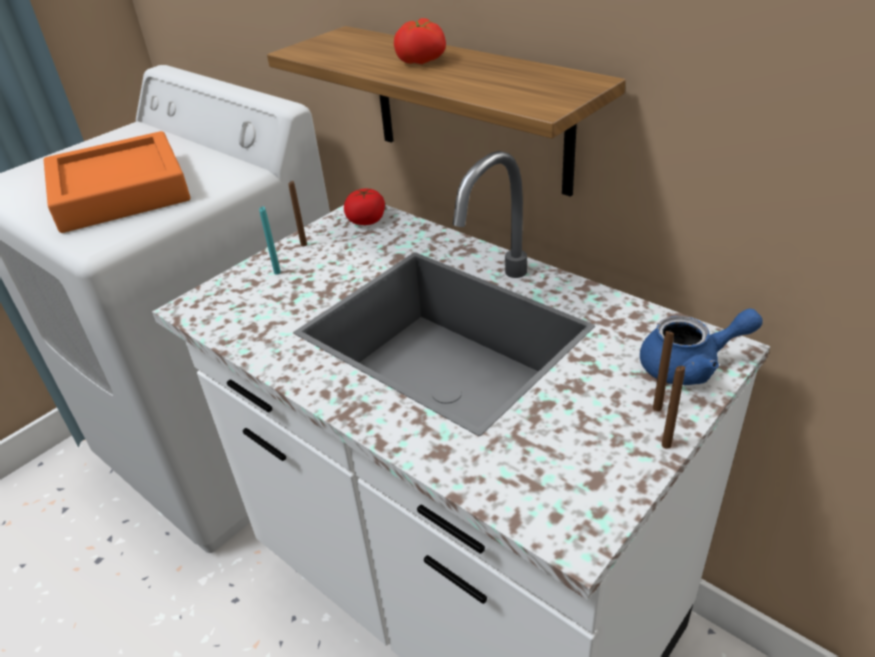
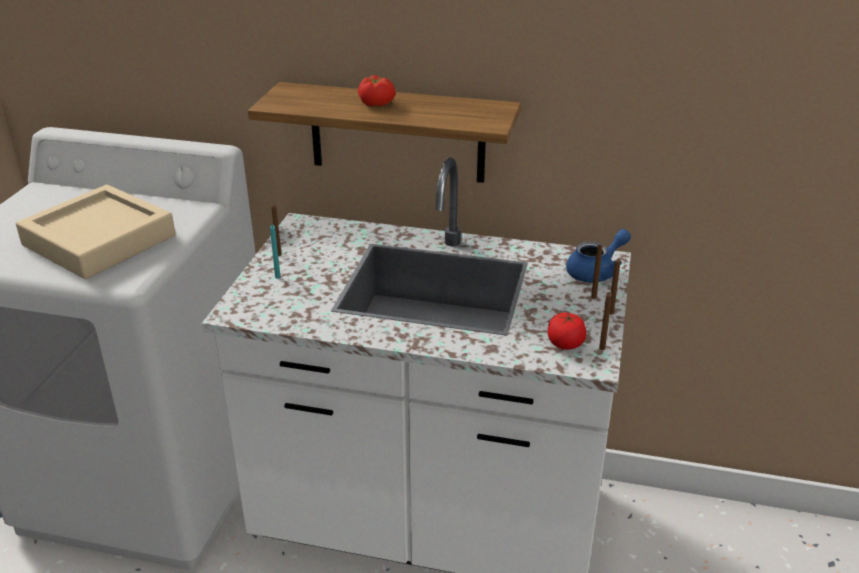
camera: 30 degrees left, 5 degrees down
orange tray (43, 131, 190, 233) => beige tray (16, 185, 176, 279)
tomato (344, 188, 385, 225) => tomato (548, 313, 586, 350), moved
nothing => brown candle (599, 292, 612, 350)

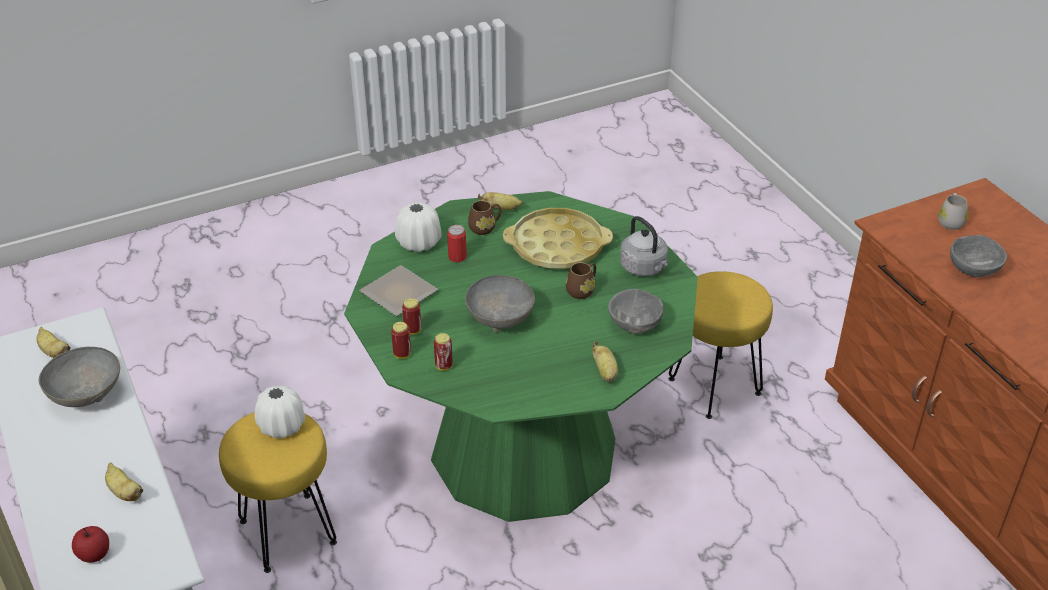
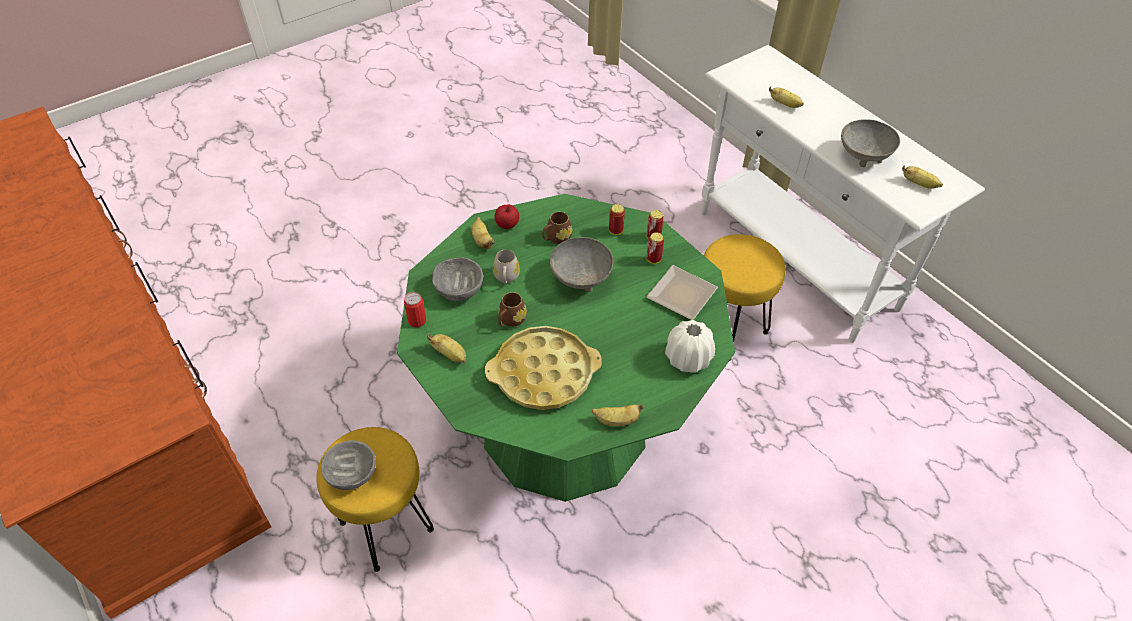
camera: 170 degrees right, 10 degrees up
white mug (938, 193, 968, 230) => white mug (493, 249, 520, 284), moved
brown mug (468, 201, 501, 235) => brown mug (542, 212, 572, 244), moved
grey kettle (620, 216, 669, 277) => banana (427, 333, 466, 363)
can (447, 225, 467, 262) => can (404, 292, 426, 327), moved
grey bowl (950, 235, 1007, 277) => grey bowl (321, 440, 376, 490), moved
white vase (255, 385, 305, 438) => nothing
apple (72, 526, 109, 563) => apple (495, 205, 519, 229), moved

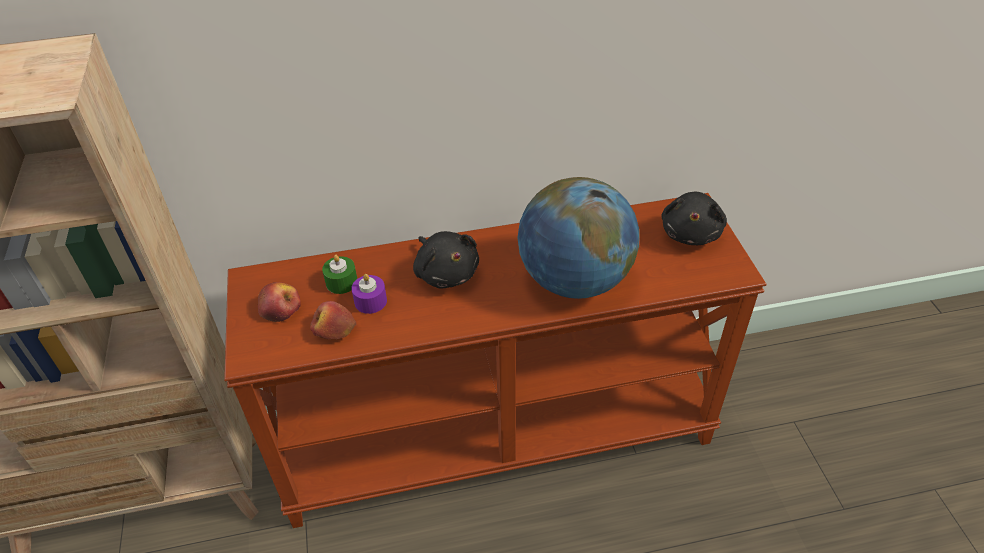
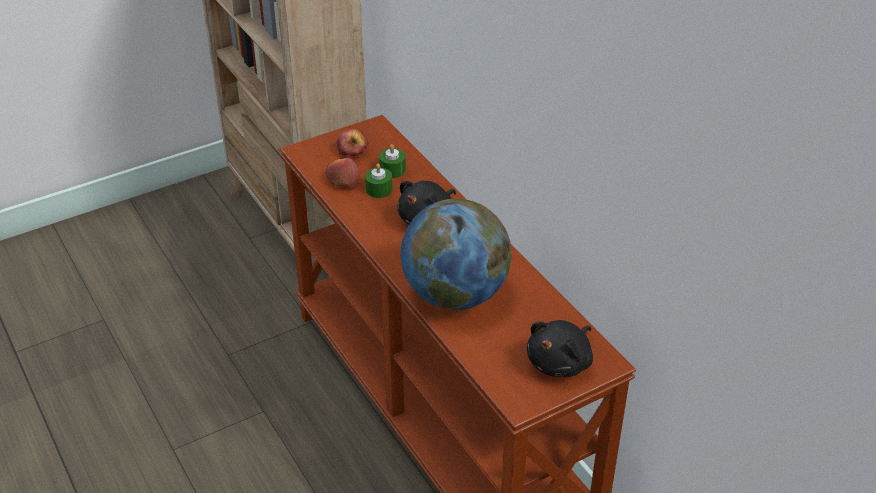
camera: 70 degrees right, 5 degrees down
black plush toy (662, 192, 727, 245) => black plush toy (527, 320, 593, 377), 45 degrees counterclockwise
purple candle (351, 274, 387, 314) => green candle (365, 164, 392, 198)

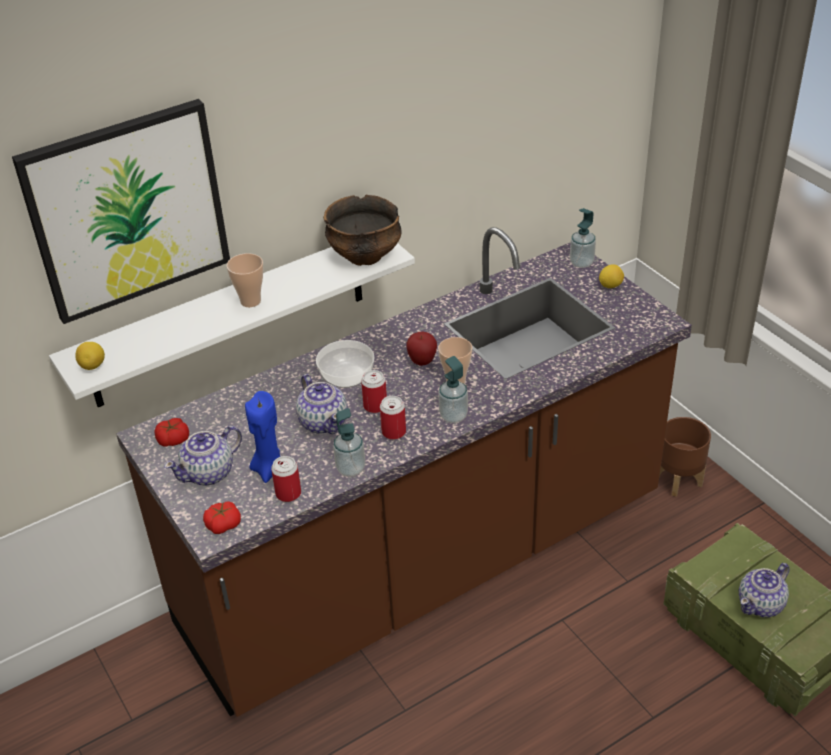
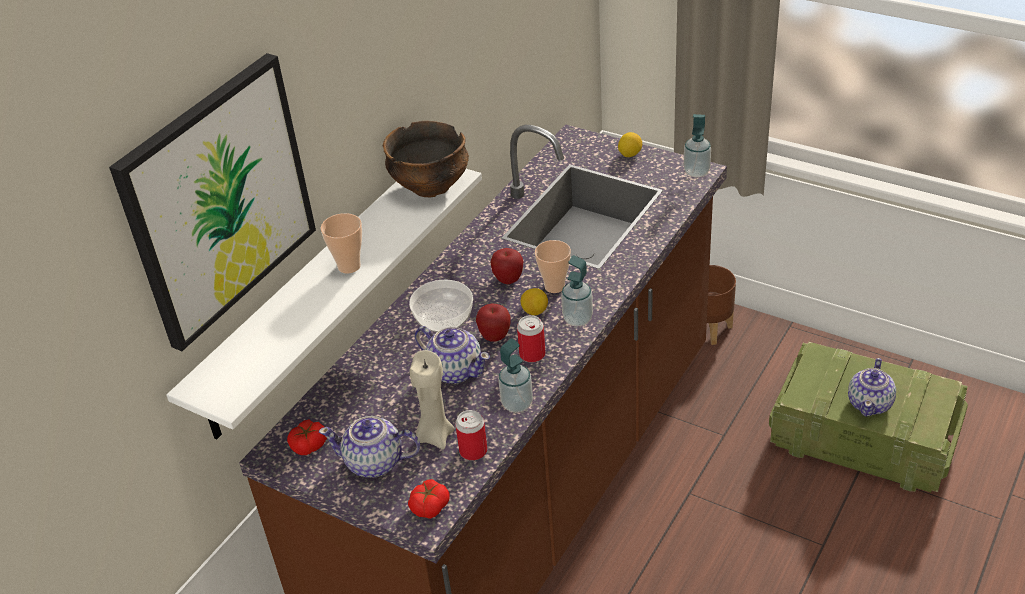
camera: 25 degrees left, 0 degrees up
soap dispenser (570, 208, 596, 268) => soap dispenser (684, 114, 711, 177), moved
lemon (75, 342, 105, 370) => lemon (521, 288, 548, 315), moved
can (361, 370, 387, 413) => apple (476, 303, 511, 342)
blue candle (245, 391, 280, 483) => beige candle (410, 350, 454, 450)
teapot (164, 426, 242, 486) => teapot (319, 416, 420, 478), 75 degrees clockwise

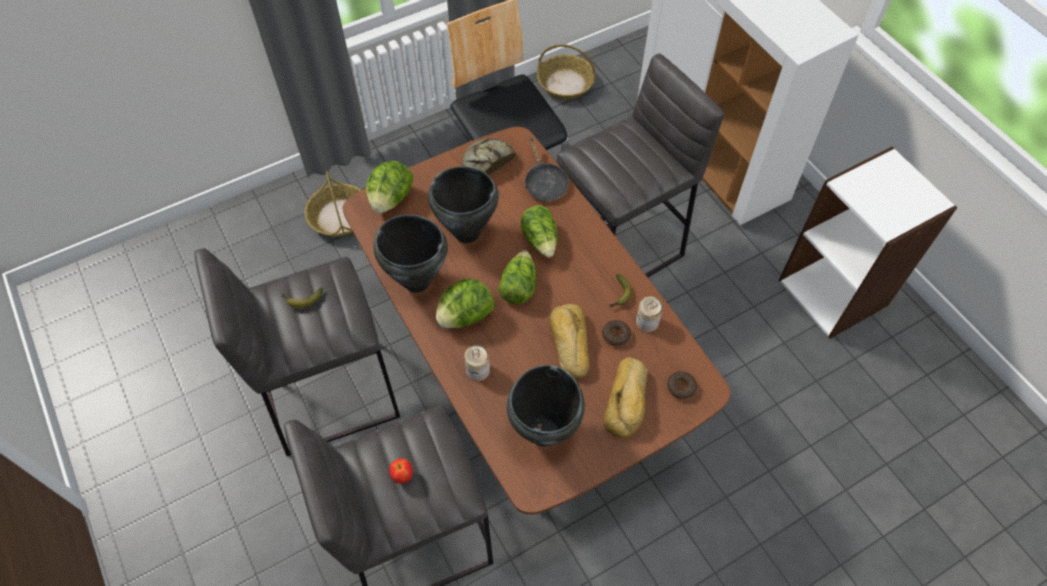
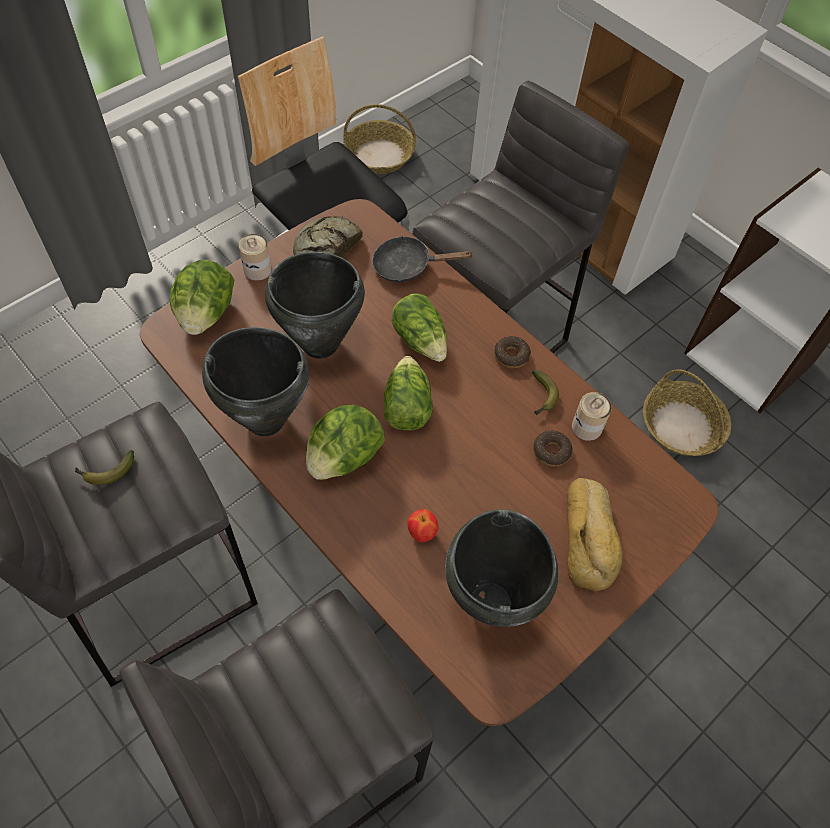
camera: 15 degrees left, 0 degrees up
black frying pan (525, 137, 568, 201) => black frying pan (372, 236, 474, 282), 120 degrees clockwise
basket (304, 171, 361, 237) => basket (643, 369, 731, 456), moved
bread (549, 304, 590, 378) => nothing
can (464, 345, 490, 381) => can (239, 234, 272, 281), moved
donut (667, 371, 697, 400) => donut (494, 336, 531, 368), moved
apple (389, 458, 413, 484) => apple (407, 509, 439, 542), moved

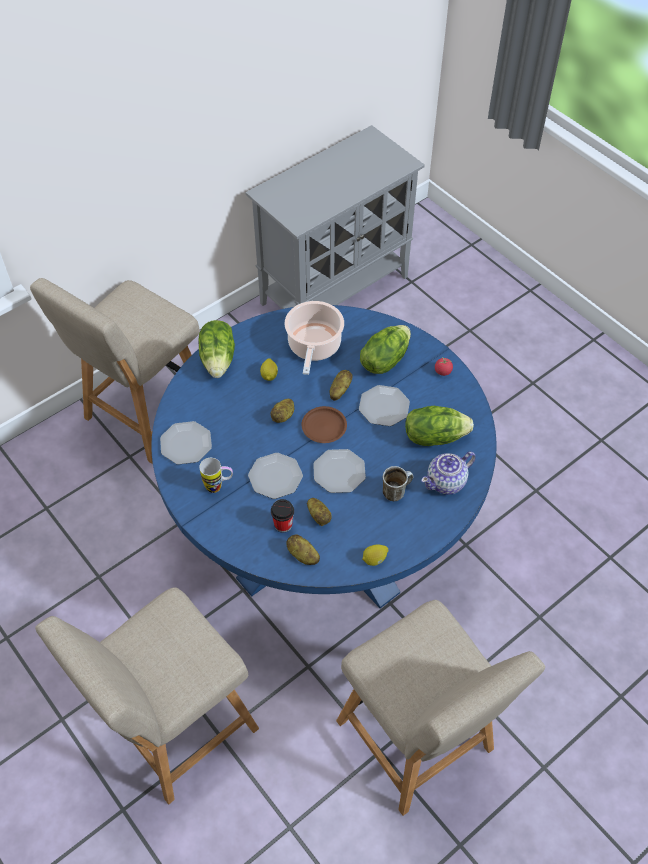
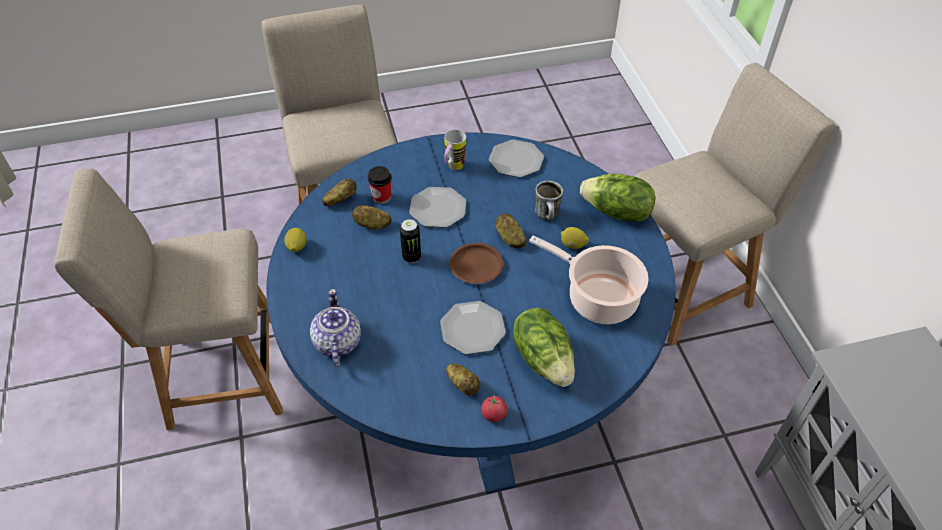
camera: 115 degrees right, 5 degrees down
beige chair (30, 278, 200, 464) => beige chair (635, 63, 836, 346), 90 degrees clockwise
potato (329, 370, 353, 401) => potato (446, 363, 480, 397), moved
lettuce (405, 406, 474, 446) => nothing
plate (313, 449, 366, 493) => can (400, 219, 421, 263)
mug (383, 466, 413, 501) => mug (535, 181, 563, 220), moved

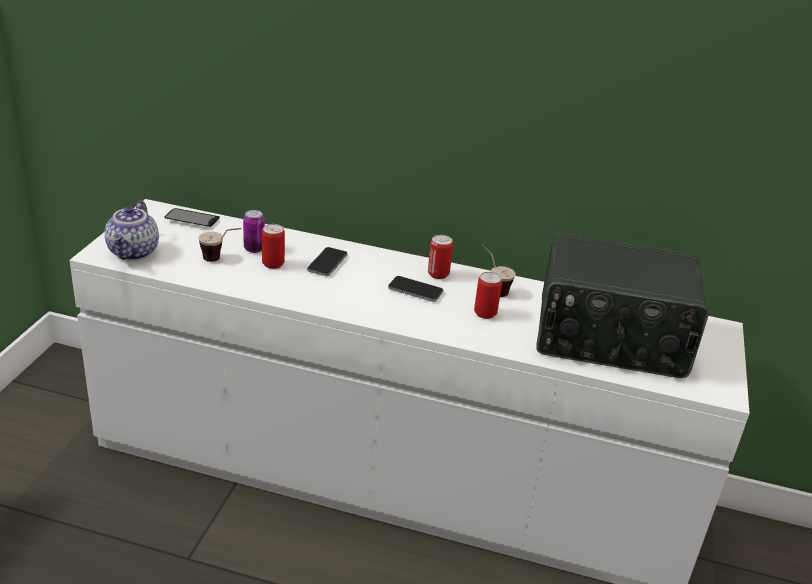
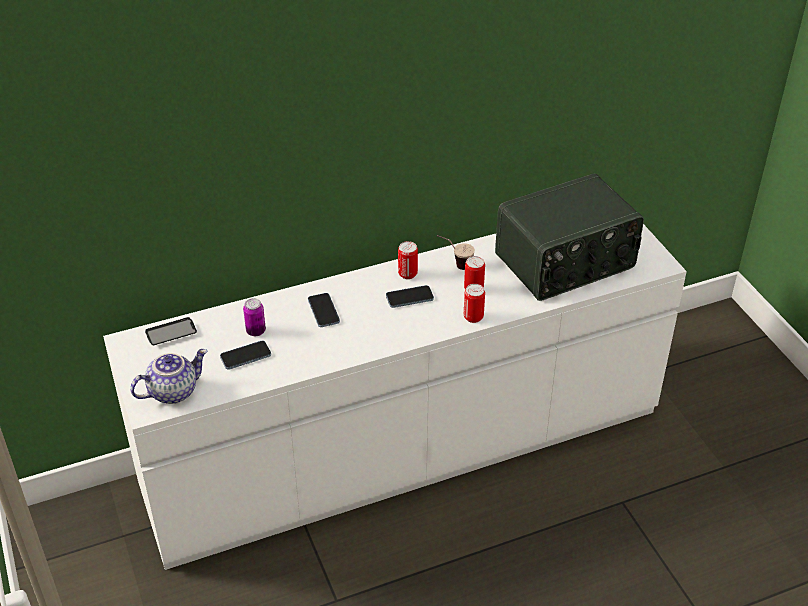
camera: 35 degrees left, 10 degrees up
teapot (105, 201, 159, 261) => teapot (130, 349, 207, 404), 90 degrees counterclockwise
can (262, 224, 285, 269) => can (464, 284, 485, 323), moved
cup (198, 228, 241, 262) => phone (220, 341, 271, 370)

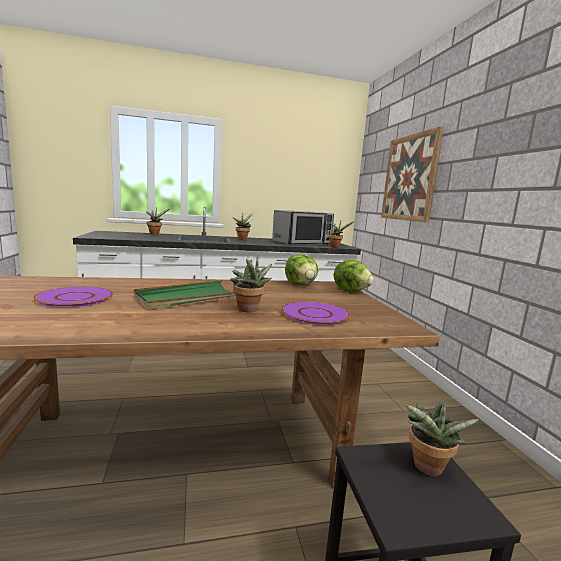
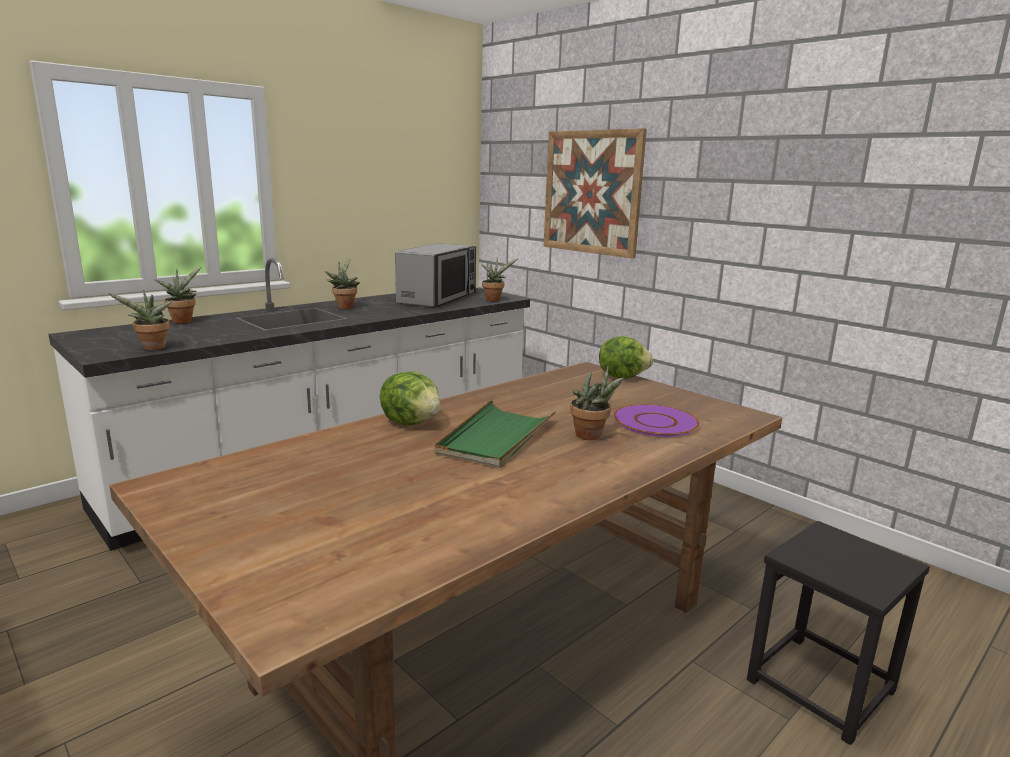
camera: 30 degrees left, 5 degrees up
lettuce (285, 254, 318, 285) => lettuce (380, 372, 441, 426), moved
purple plate (33, 286, 113, 307) => nothing
potted plant (405, 400, 479, 476) => potted plant (109, 290, 173, 350), moved

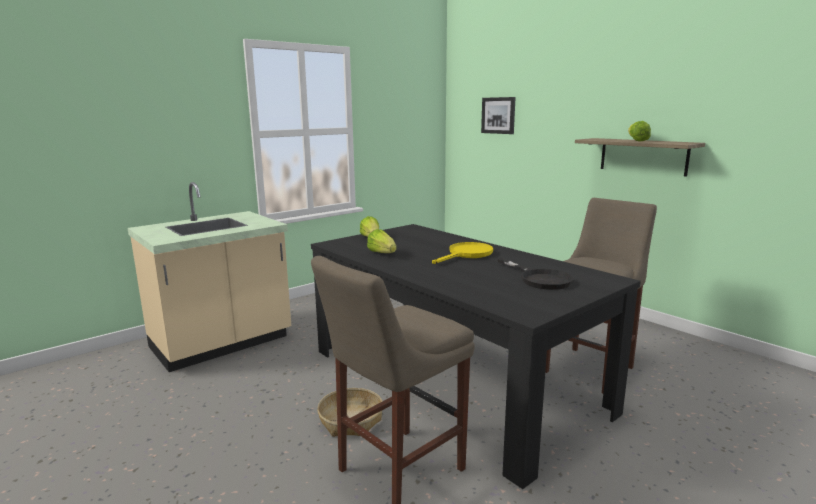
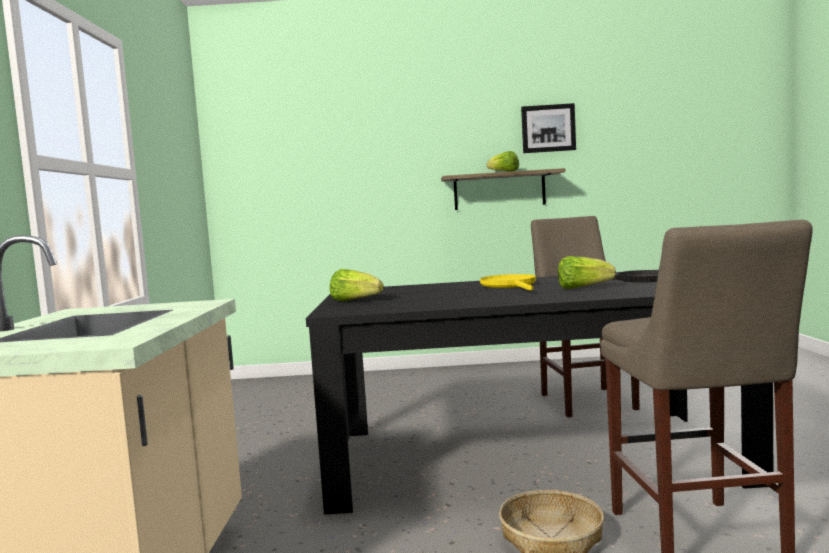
camera: 50 degrees left, 10 degrees down
picture (481, 97, 516, 134) => picture (521, 103, 576, 153), moved
lettuce (367, 229, 397, 253) => lettuce (558, 256, 616, 289), moved

